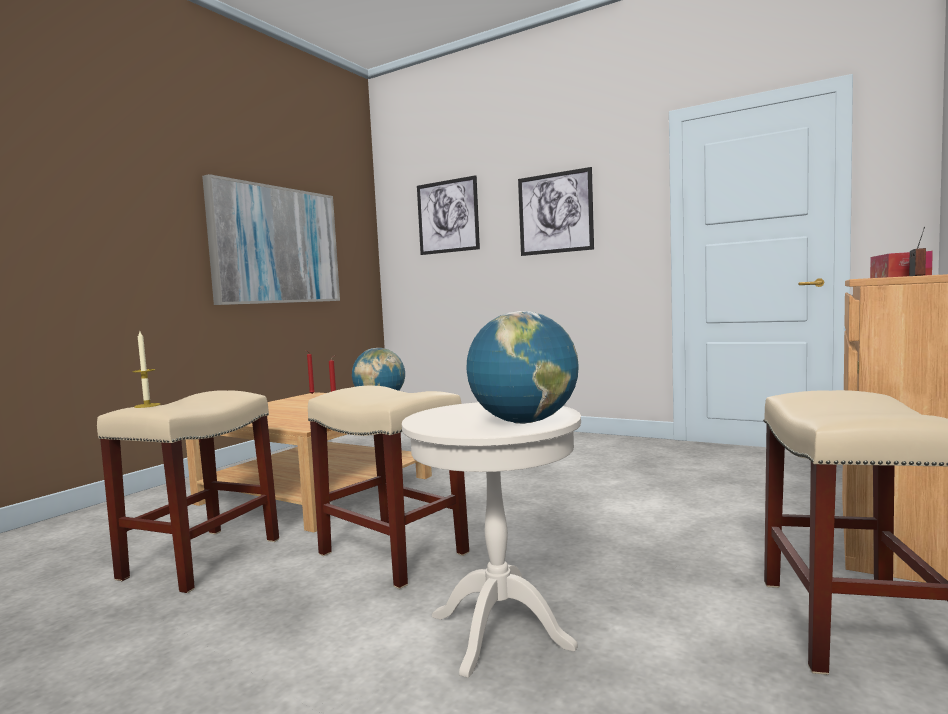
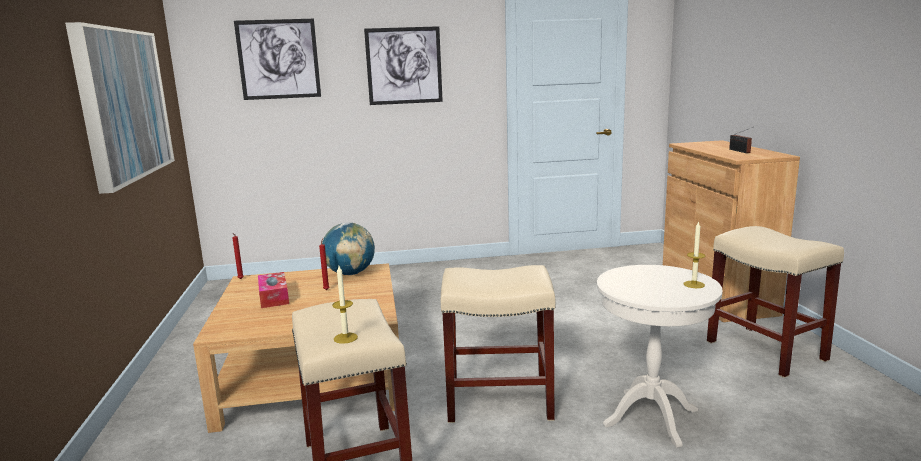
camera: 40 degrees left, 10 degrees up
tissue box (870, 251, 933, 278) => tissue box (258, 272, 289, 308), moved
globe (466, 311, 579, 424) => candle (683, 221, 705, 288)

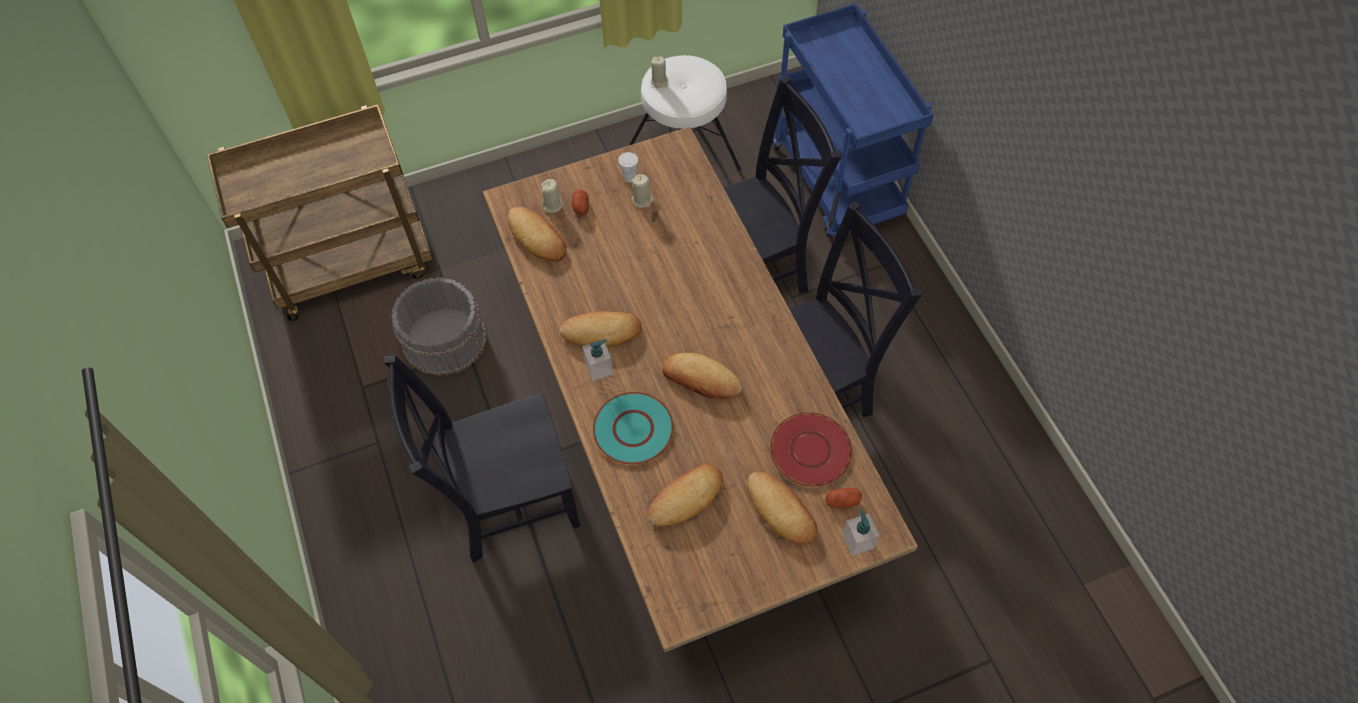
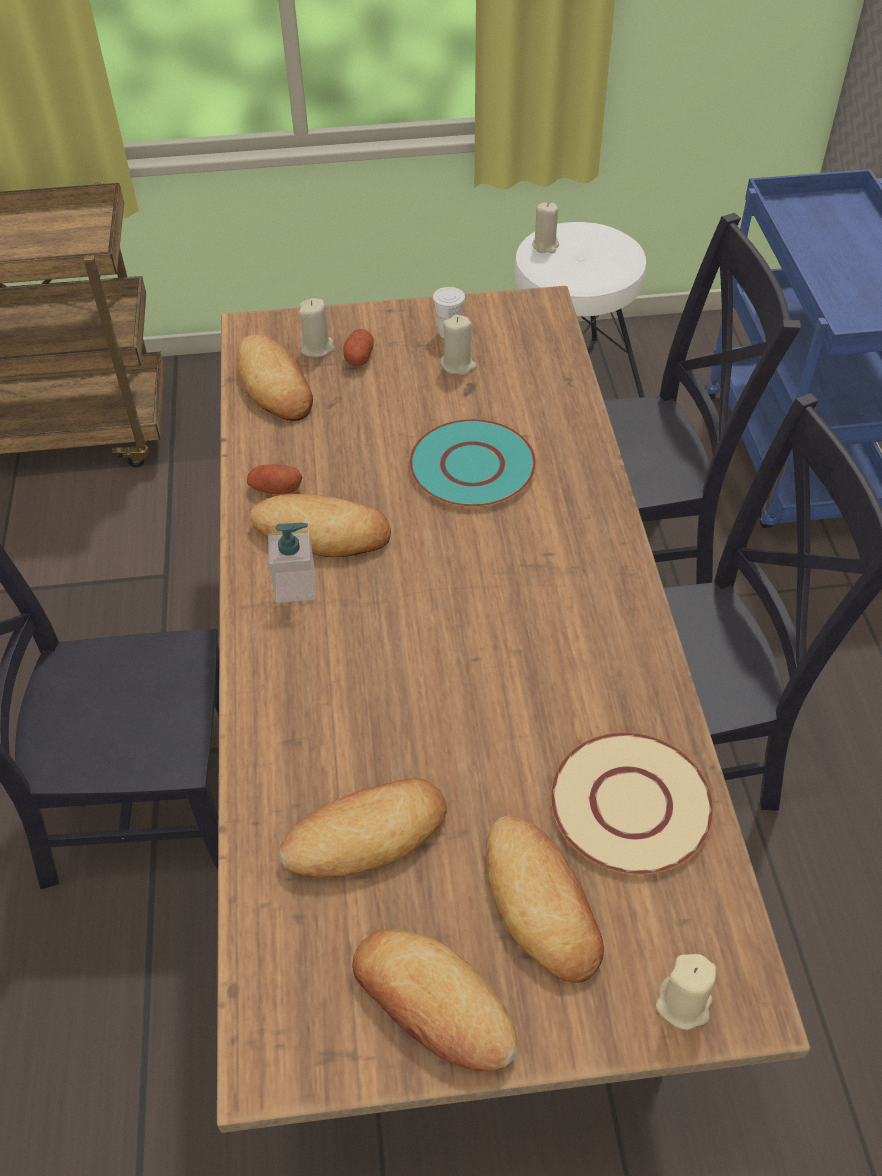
camera: 15 degrees right, 10 degrees down
grey bucket (391, 277, 487, 376) => nothing
bread (662, 353, 742, 398) => bread (352, 929, 517, 1071), moved
turquoise plate (593, 392, 674, 465) => turquoise plate (409, 419, 536, 507), moved
red plate (770, 412, 852, 487) => beige plate (550, 732, 714, 875)
potato (825, 488, 862, 508) => potato (247, 464, 302, 494), moved
soap dispenser (842, 509, 880, 556) => beige candle (656, 954, 716, 1030)

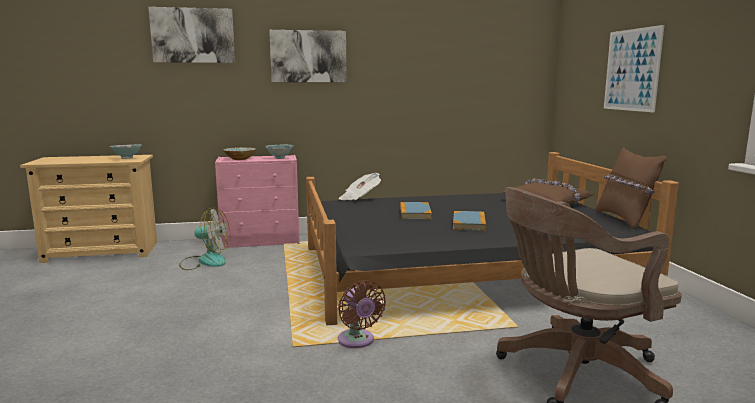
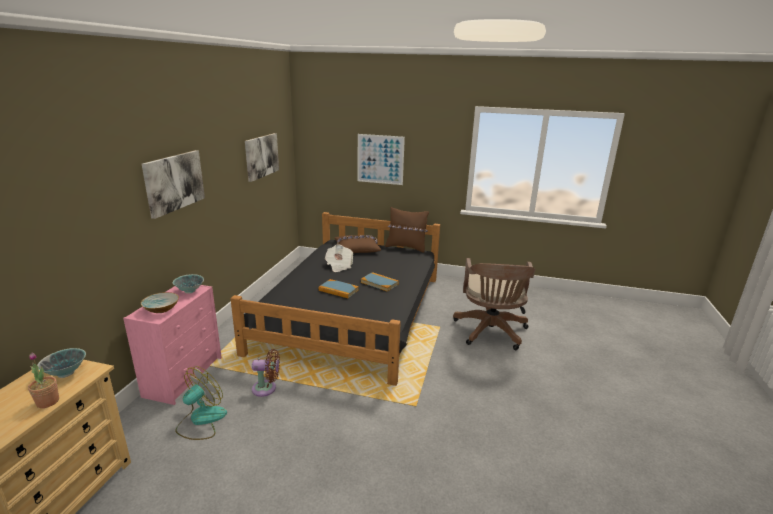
camera: 65 degrees left, 10 degrees up
picture (148, 7, 235, 63) => picture (245, 133, 279, 182), moved
newspaper (339, 173, 381, 200) => newspaper (325, 245, 354, 272), moved
brown fan (338, 280, 386, 348) => brown fan (252, 349, 280, 397), moved
nothing => potted plant (28, 353, 59, 408)

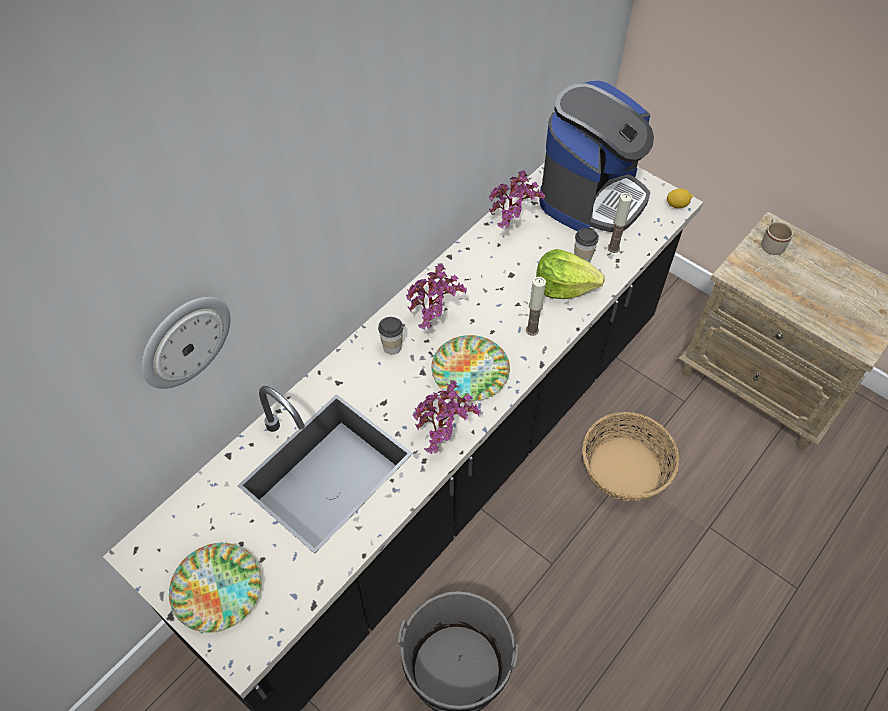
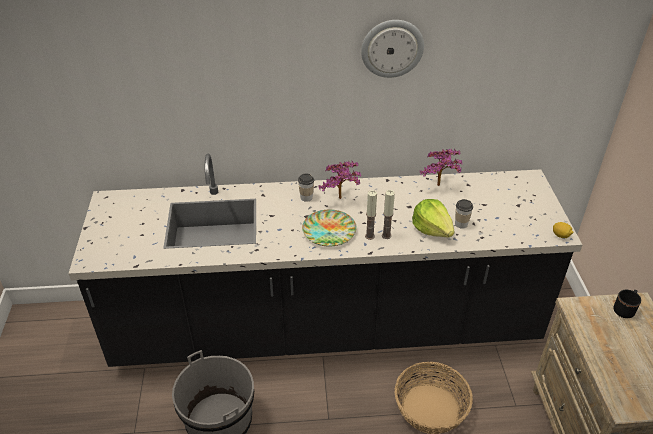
camera: 45 degrees right, 15 degrees down
coffee machine (539, 81, 654, 232) => nothing
candle (607, 193, 632, 253) => candle (365, 190, 377, 240), moved
beige mug (761, 218, 793, 255) => black mug (613, 289, 641, 318)
wall clock (141, 297, 231, 389) => wall clock (361, 20, 424, 78), moved
potted plant (413, 380, 480, 454) => nothing
plate (169, 543, 262, 633) => nothing

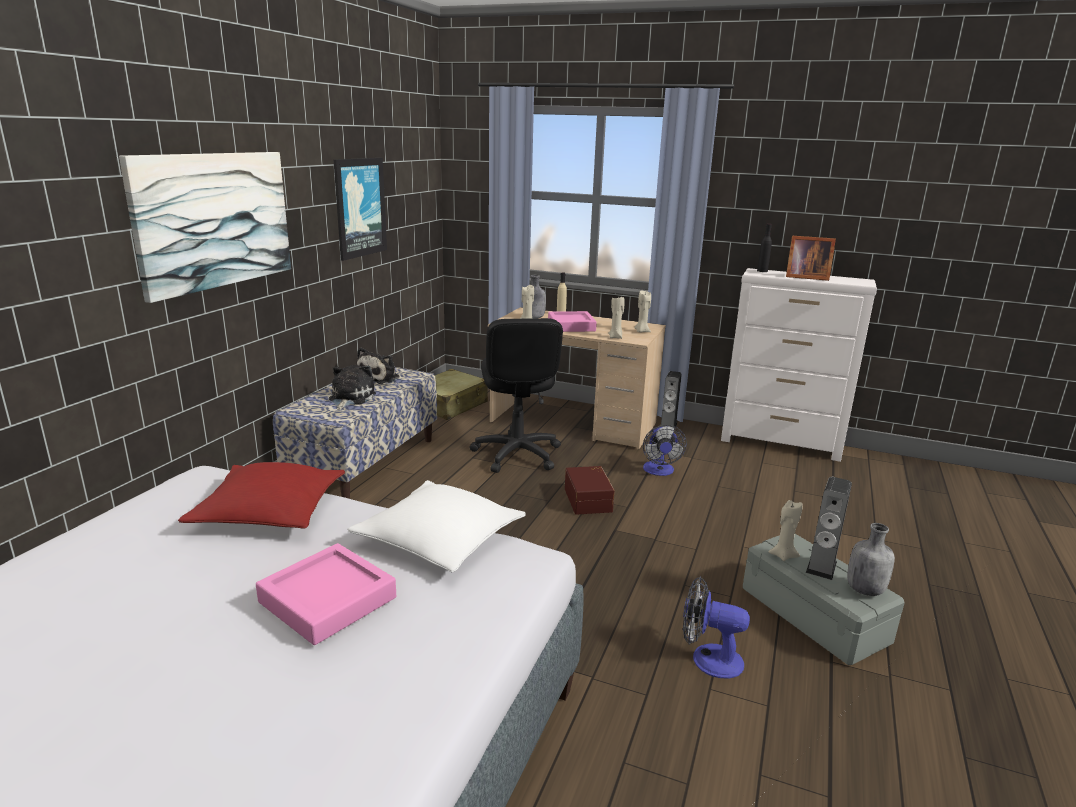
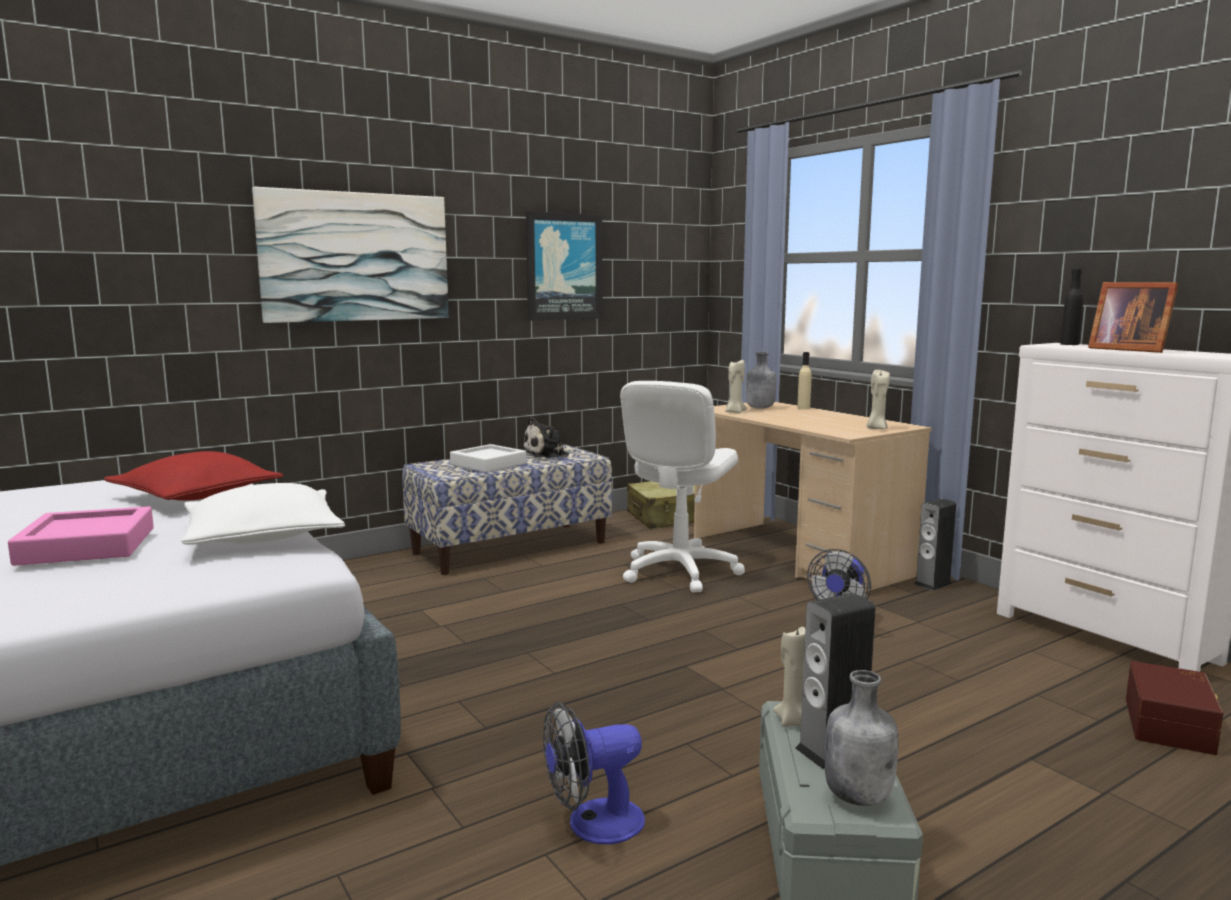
camera: 35 degrees right, 10 degrees down
beige candle (608, 295, 625, 339) => nothing
pink tray (548, 311, 597, 332) => nothing
black office chair (469, 318, 563, 473) => white office chair (620, 381, 745, 593)
plush toy (329, 365, 376, 410) => white tray (450, 444, 526, 472)
brown storage box (565, 466, 615, 515) => brown storage box (1126, 661, 1223, 755), moved
fan (683, 576, 750, 678) => fan (543, 702, 645, 844), 75 degrees counterclockwise

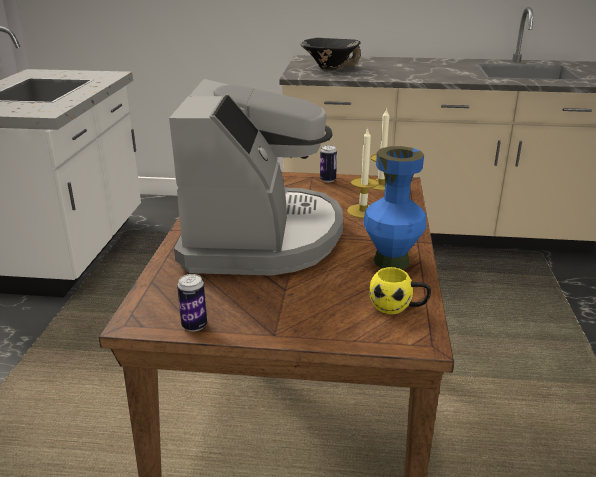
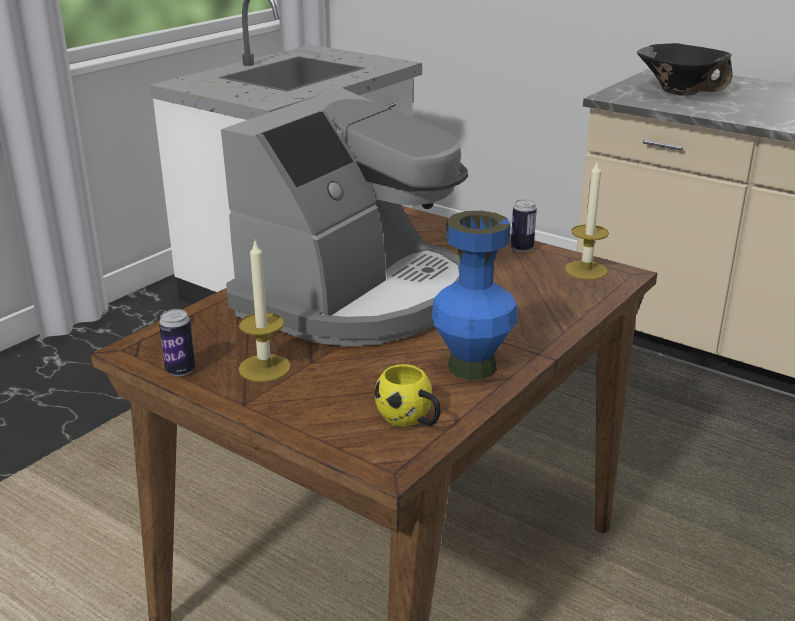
camera: 30 degrees right, 0 degrees up
candle (347, 127, 379, 218) => candle (238, 241, 291, 382), moved

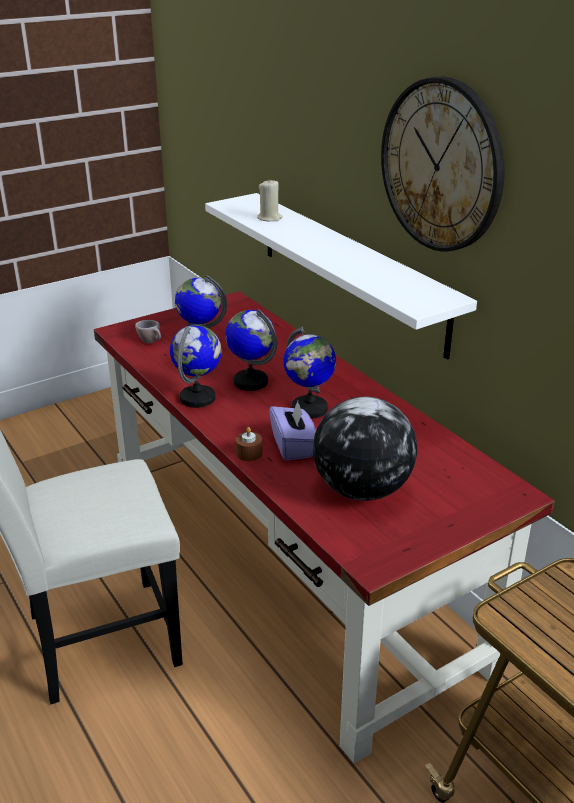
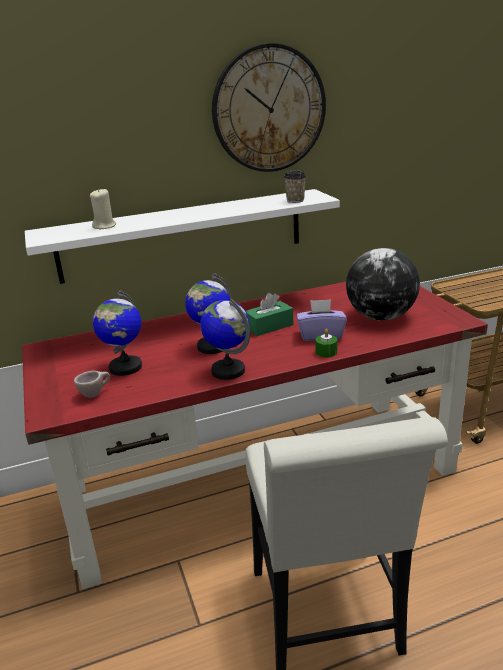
camera: 75 degrees left, 5 degrees down
globe (284, 327, 336, 419) => green tissue box (246, 293, 293, 336)
brown candle (236, 427, 262, 461) => green candle (315, 329, 337, 357)
nothing => cup (284, 170, 306, 203)

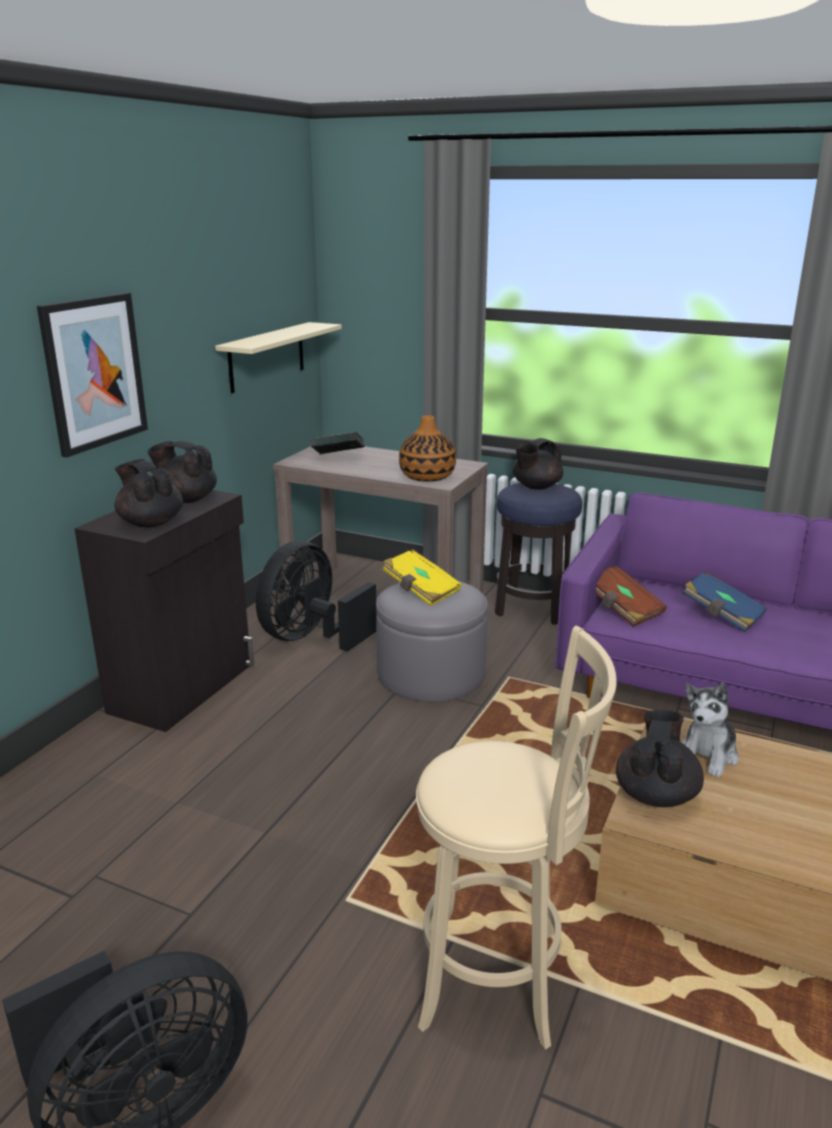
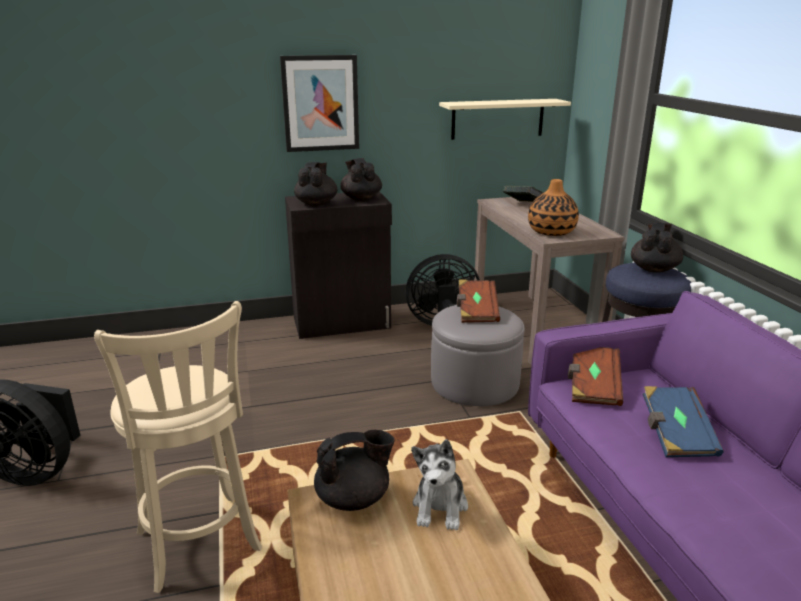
camera: 50 degrees right, 0 degrees up
black teapot (512, 438, 563, 490) => black teapot (631, 223, 683, 273), 105 degrees clockwise
yellow book (382, 549, 462, 606) => brown book (457, 279, 500, 323)
plush toy (681, 682, 739, 778) => plush toy (411, 439, 468, 530), 75 degrees counterclockwise

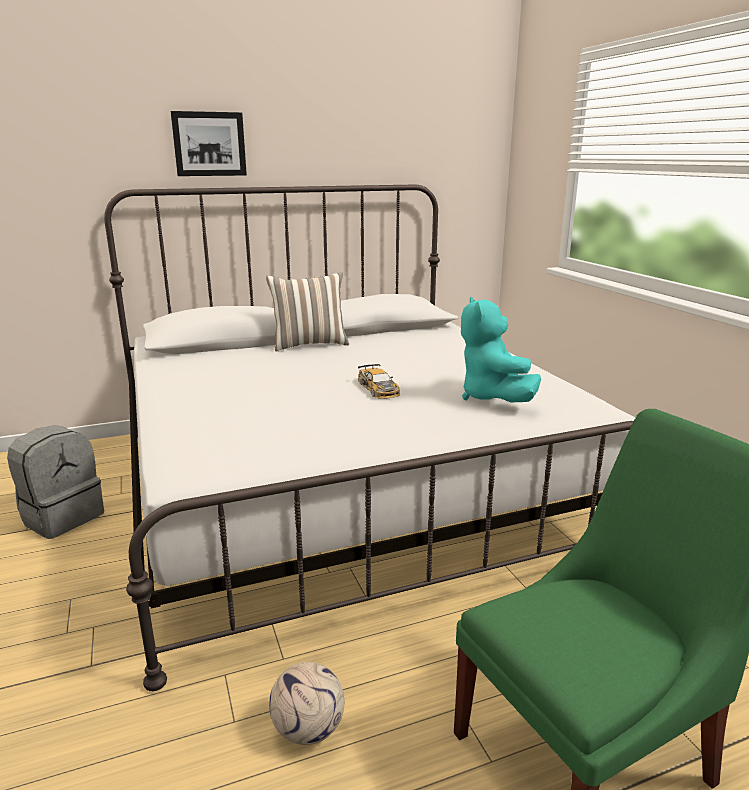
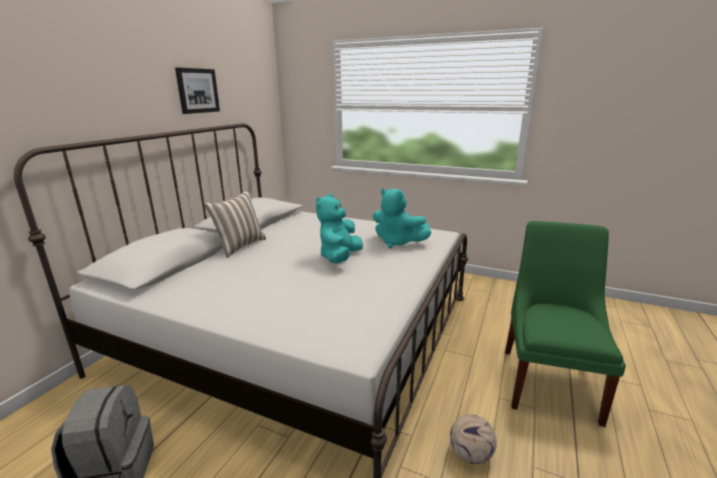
camera: 45 degrees left, 0 degrees up
picture (171, 111, 247, 176) => picture (175, 67, 220, 114), moved
toy car (358, 364, 400, 399) => turquoise plush toy (316, 194, 363, 263)

